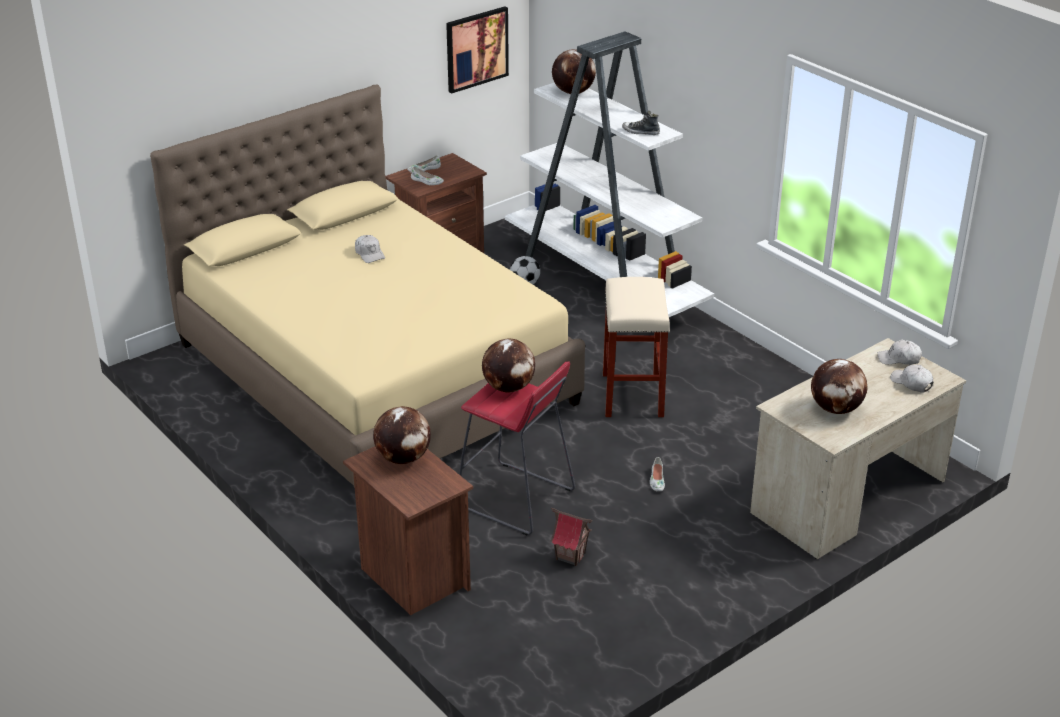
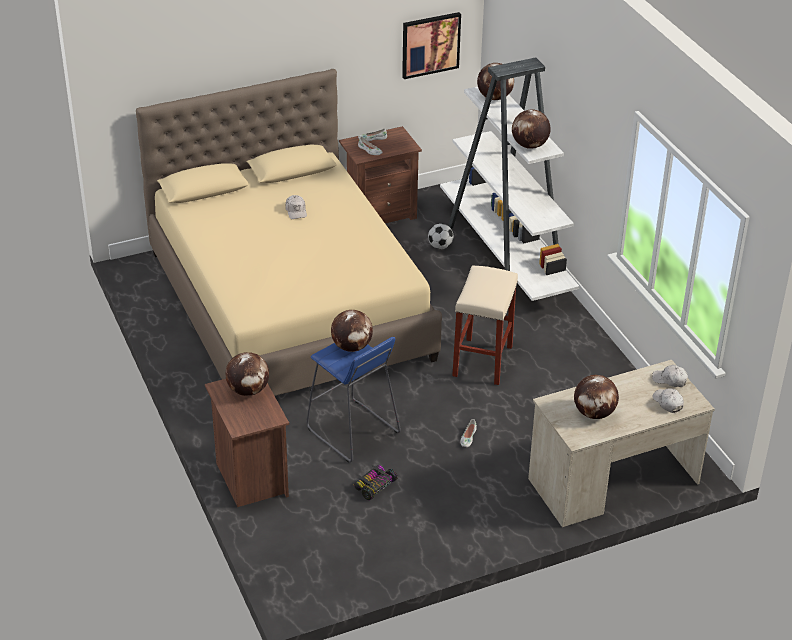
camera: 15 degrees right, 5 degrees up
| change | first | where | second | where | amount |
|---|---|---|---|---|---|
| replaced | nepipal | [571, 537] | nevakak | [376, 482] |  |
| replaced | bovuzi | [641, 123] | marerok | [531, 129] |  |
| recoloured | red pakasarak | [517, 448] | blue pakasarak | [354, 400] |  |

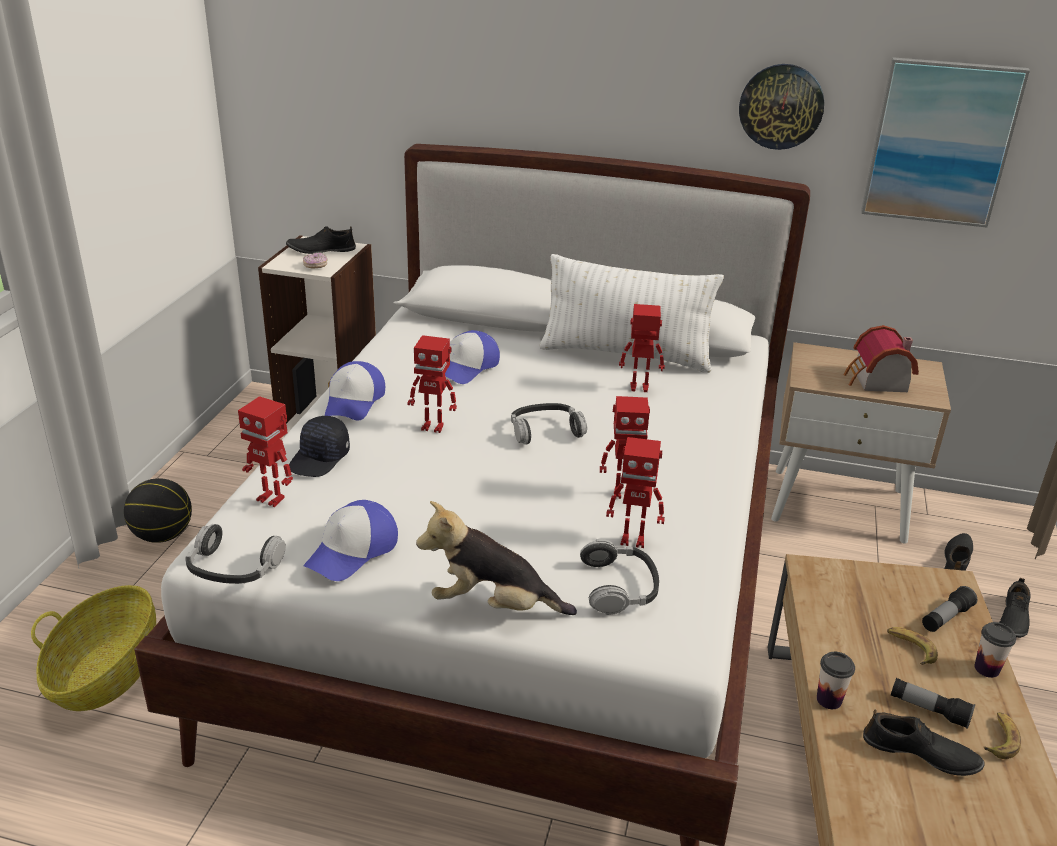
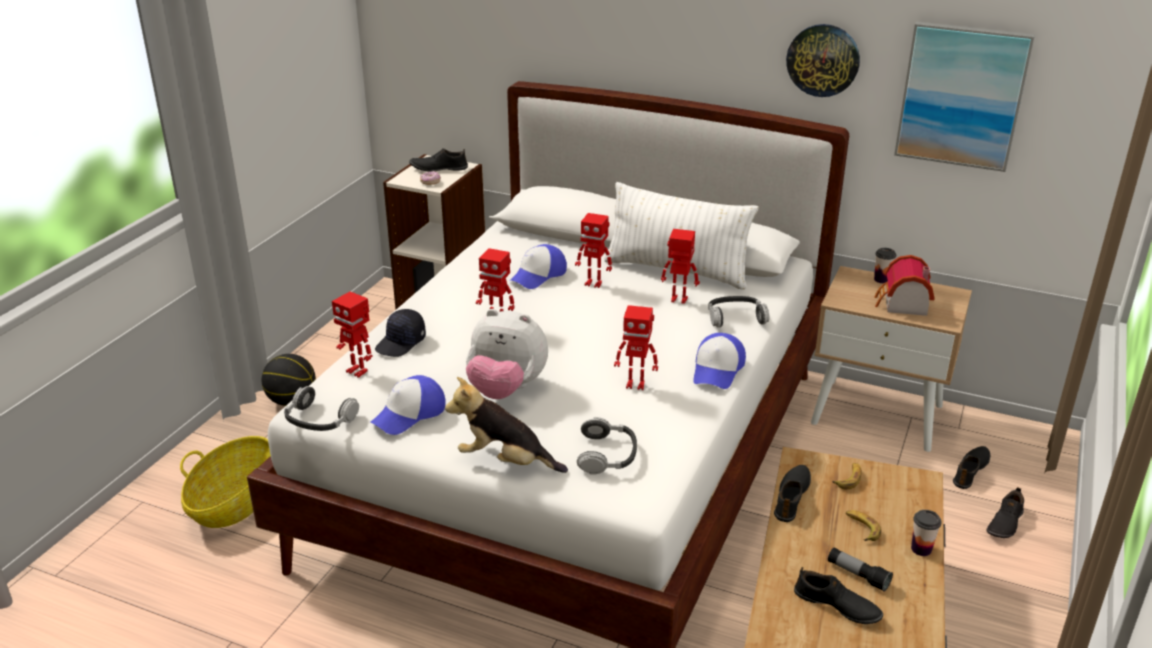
camera: 10 degrees right, 0 degrees up
| change | first | where | second | where | amount |
|---|---|---|---|---|---|
| removed | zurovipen | [949, 609] |  |  |  |
| added |  |  | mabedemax | [507, 354] |  |
| added |  |  | black bovuzi | [792, 493] |  |
| moved | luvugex | [355, 391] |  | [719, 361] |  |
| moved | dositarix | [549, 424] |  | [739, 312] |  |
| moved | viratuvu | [635, 492] |  | [593, 250] |  |
| moved | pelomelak | [836, 680] |  | [885, 265] |  |
| moved | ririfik | [1002, 735] |  | [847, 476] |  |

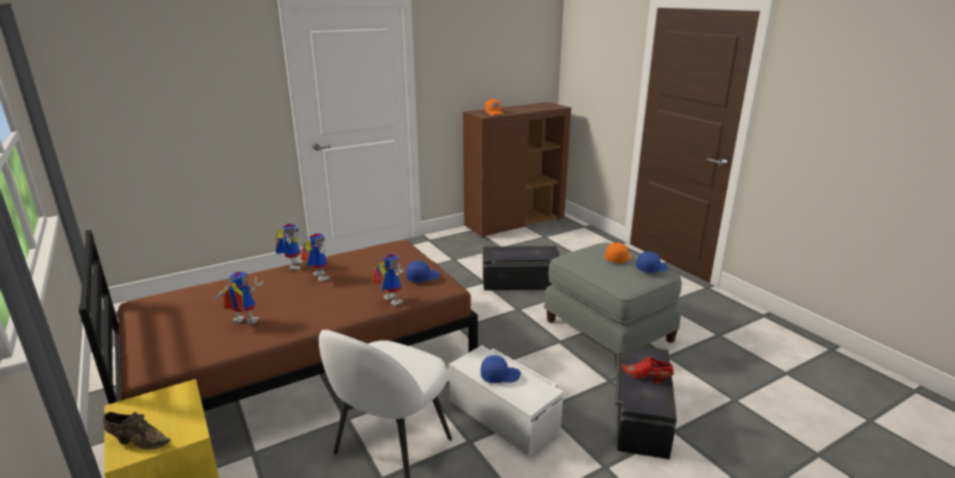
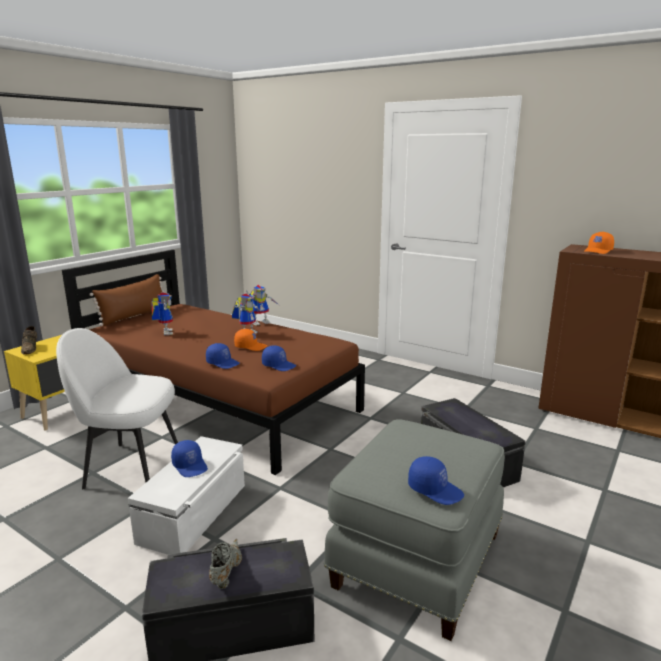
camera: 65 degrees right, 5 degrees down
| change | first | where | second | where | amount |
|---|---|---|---|---|---|
| added |  |  | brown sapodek | [126, 300] |  |
| moved | orange luvugex | [618, 253] |  | [250, 340] |  |
| replaced | viratuvu | [388, 279] | blue luvugex | [223, 356] |  |
| recoloured | red bovuzi | [647, 370] | grey bovuzi | [225, 564] |  |

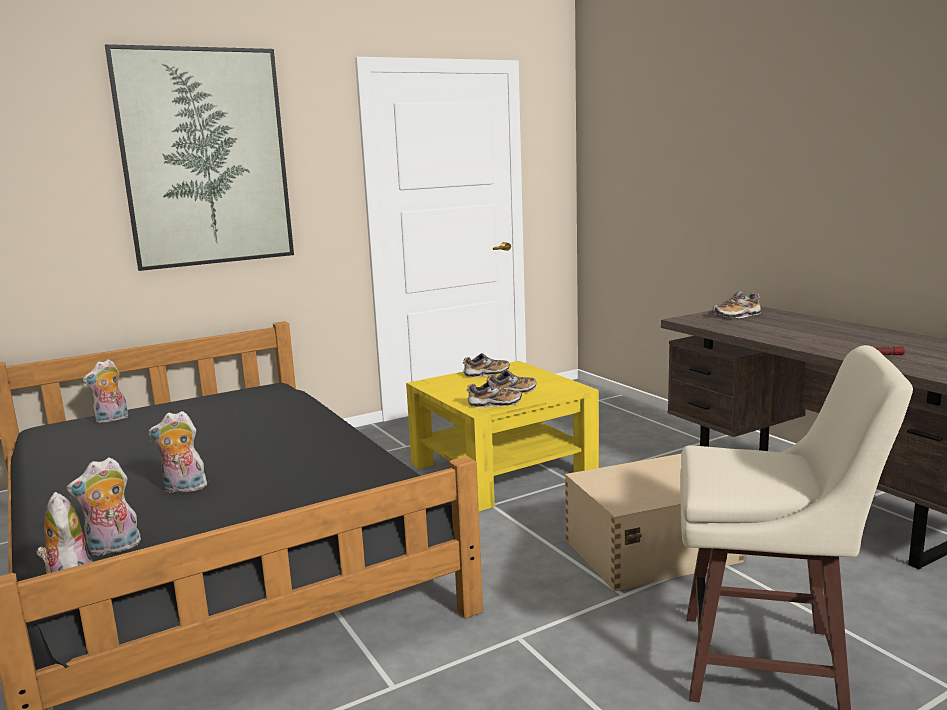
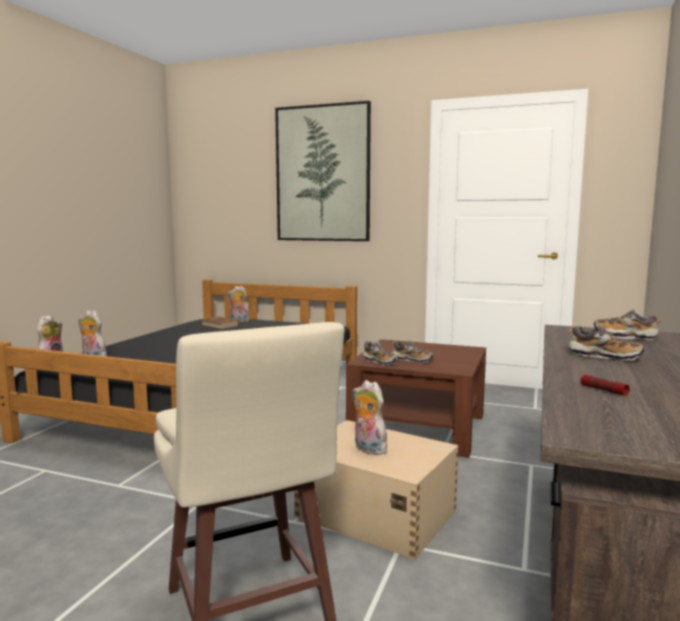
camera: 50 degrees right, 5 degrees down
| change | first | where | second | where | amount |
|---|---|---|---|---|---|
| added |  |  | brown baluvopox | [220, 322] |  |
| moved | mabedemax | [177, 452] |  | [369, 417] |  |
| moved | bovuzi | [486, 365] |  | [606, 342] |  |
| recoloured | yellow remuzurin | [502, 436] | brown remuzurin | [416, 398] |  |

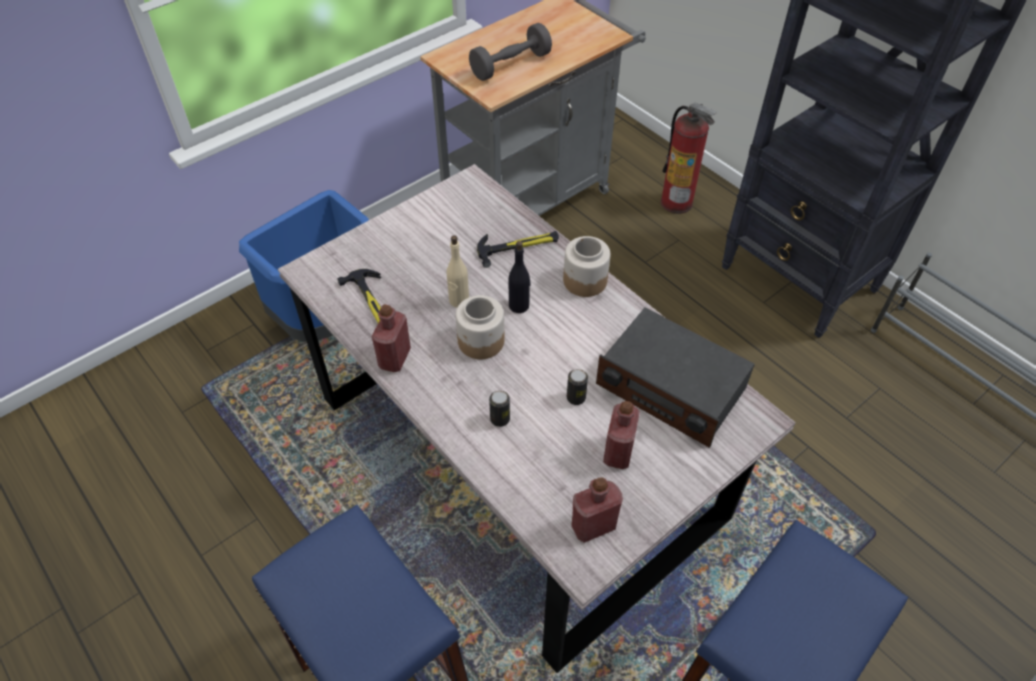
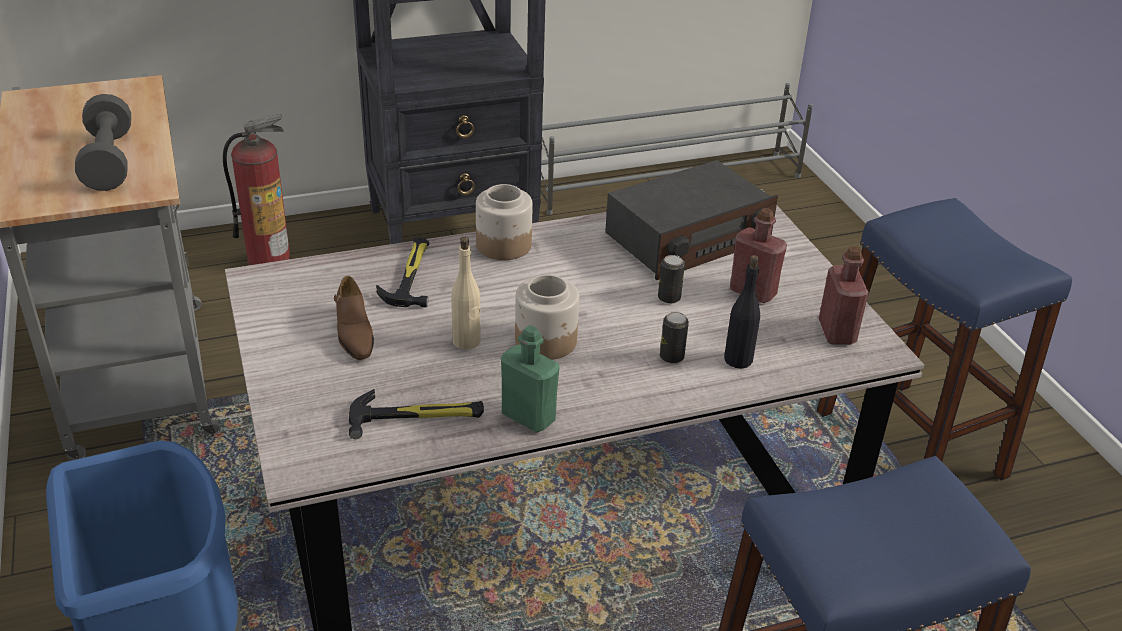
camera: 70 degrees left, 15 degrees down
| change | first | where | second | where | amount |
|---|---|---|---|---|---|
| added |  |  | brown bovuzi | [354, 318] |  |
| moved | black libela | [520, 277] |  | [742, 311] |  |
| recoloured | red libela | [391, 338] | green libela | [530, 378] |  |

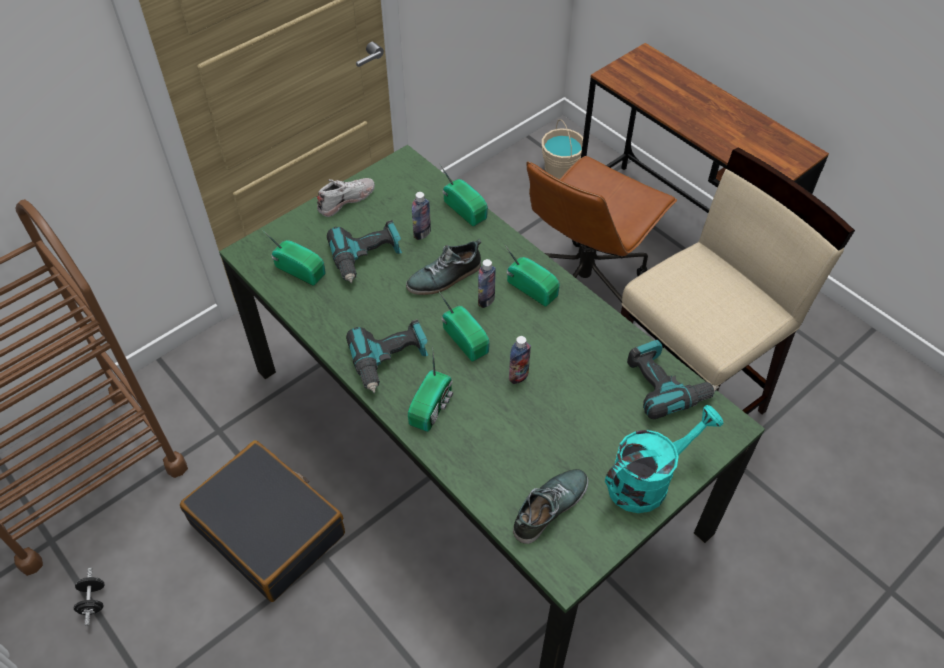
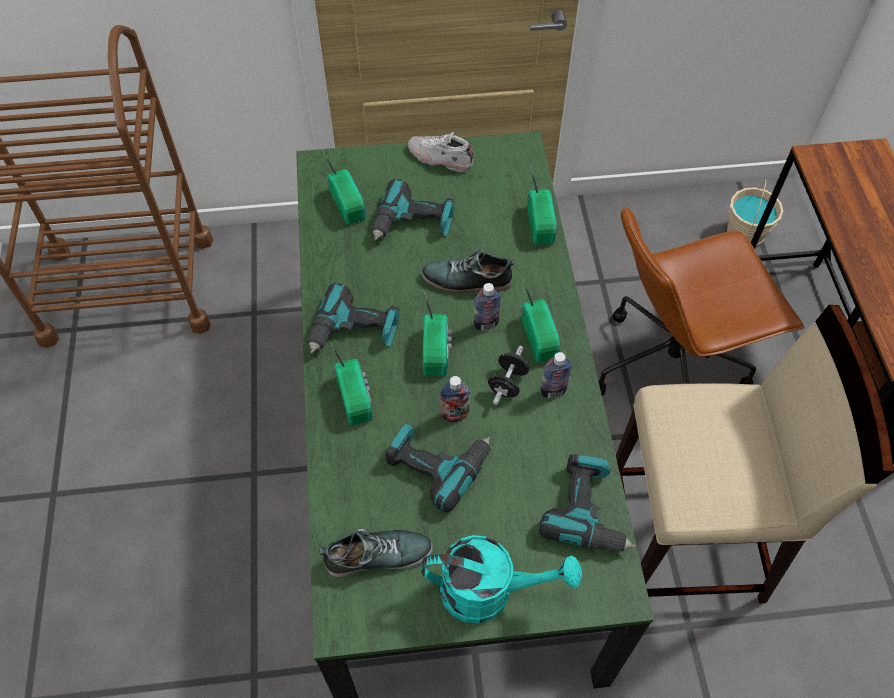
camera: 35 degrees right, 5 degrees up
| change | first | where | second | where | amount |
|---|---|---|---|---|---|
| removed | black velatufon | [262, 521] |  |  |  |
| added |  |  | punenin | [438, 468] |  |
| moved | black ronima | [89, 597] |  | [509, 375] |  |
| moved | libela | [421, 216] |  | [556, 375] |  |
| turned | white bovuzi | [345, 197] |  | [440, 151] | 150 degrees counterclockwise |
| turned | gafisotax | [430, 389] |  | [351, 382] | 75 degrees counterclockwise |

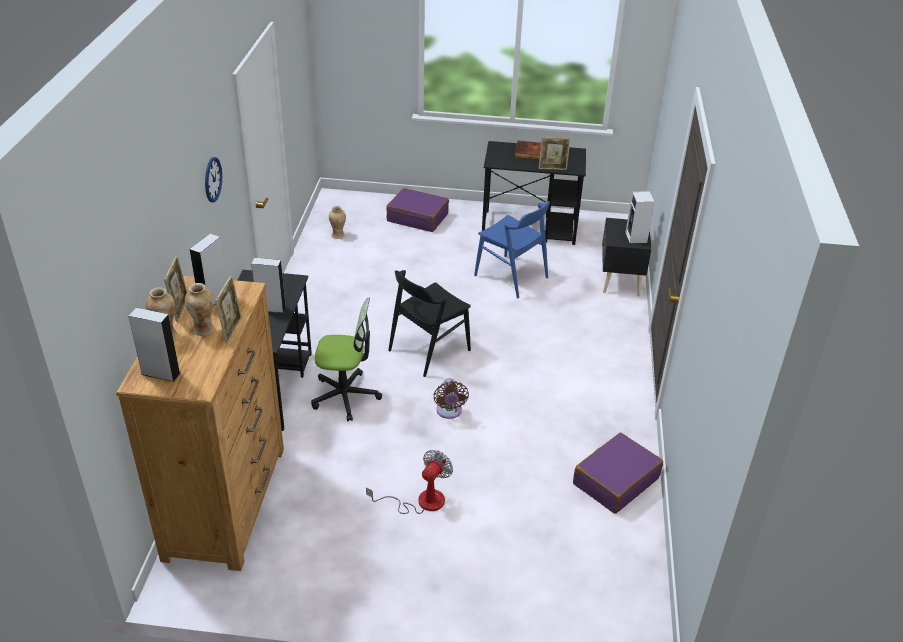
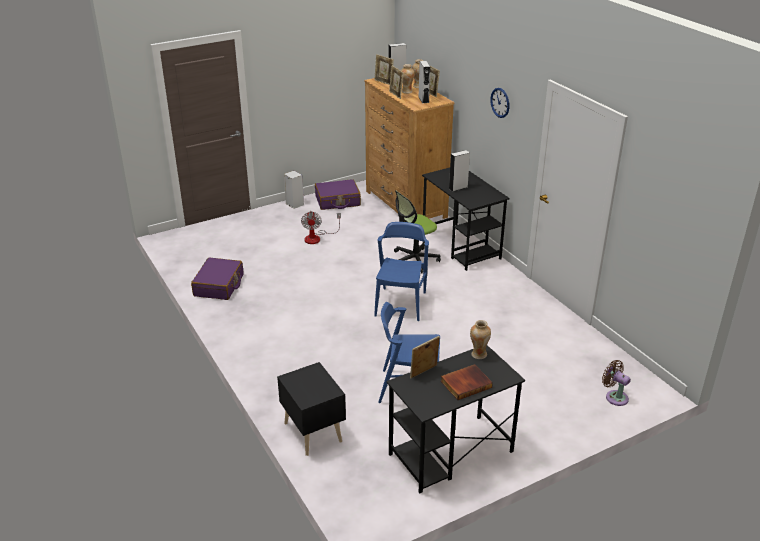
camera: 145 degrees right, 5 degrees down
| change | first | where | second | where | amount |
|---|---|---|---|---|---|
| added |  |  | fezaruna | [384, 69] |  |
| moved | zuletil | [337, 222] |  | [480, 339] |  |
| moved | purple velatufon | [417, 210] |  | [338, 194] |  |
| moved | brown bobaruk | [451, 398] |  | [616, 383] |  |
| moved | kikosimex | [640, 217] |  | [294, 190] |  |
| recoloured | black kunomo | [429, 323] | blue kunomo | [401, 271] |  |

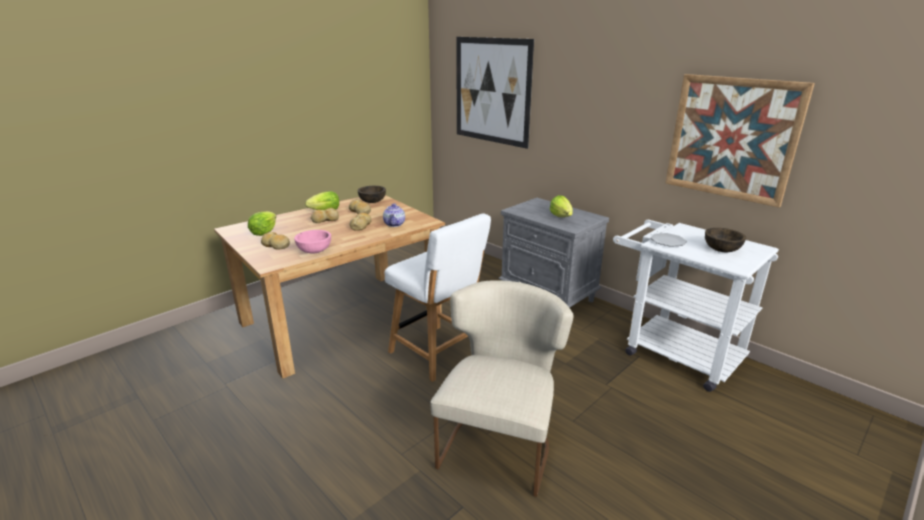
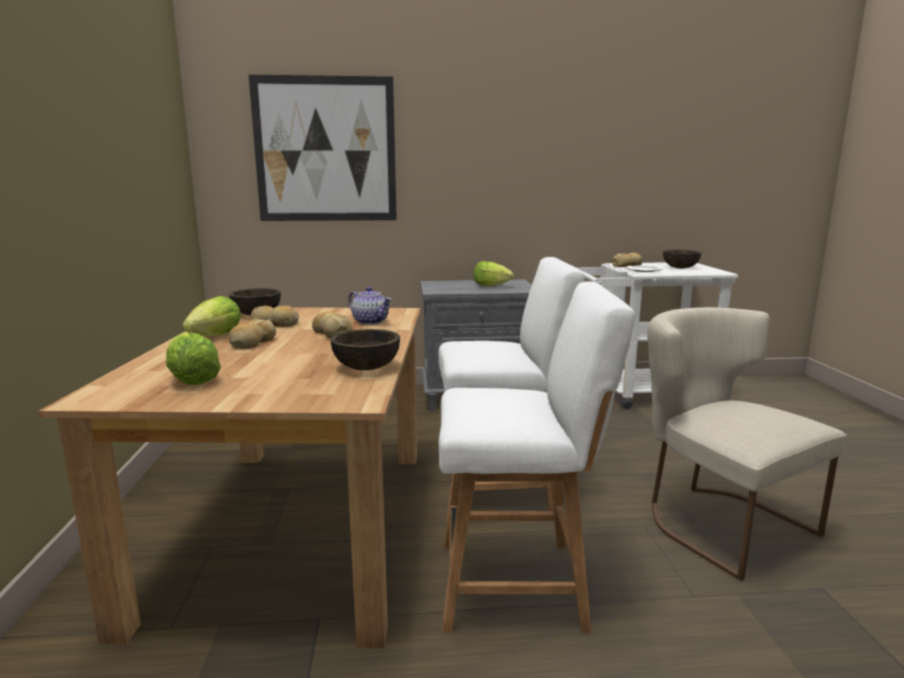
camera: 50 degrees left, 10 degrees down
| change | first | where | second | where | amount |
|---|---|---|---|---|---|
| removed | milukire | [740, 141] |  |  |  |
| added |  |  | white kunomo | [537, 457] |  |
| moved | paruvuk | [275, 241] |  | [627, 260] |  |
| recoloured | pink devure | [312, 242] | brown devure | [365, 349] |  |

